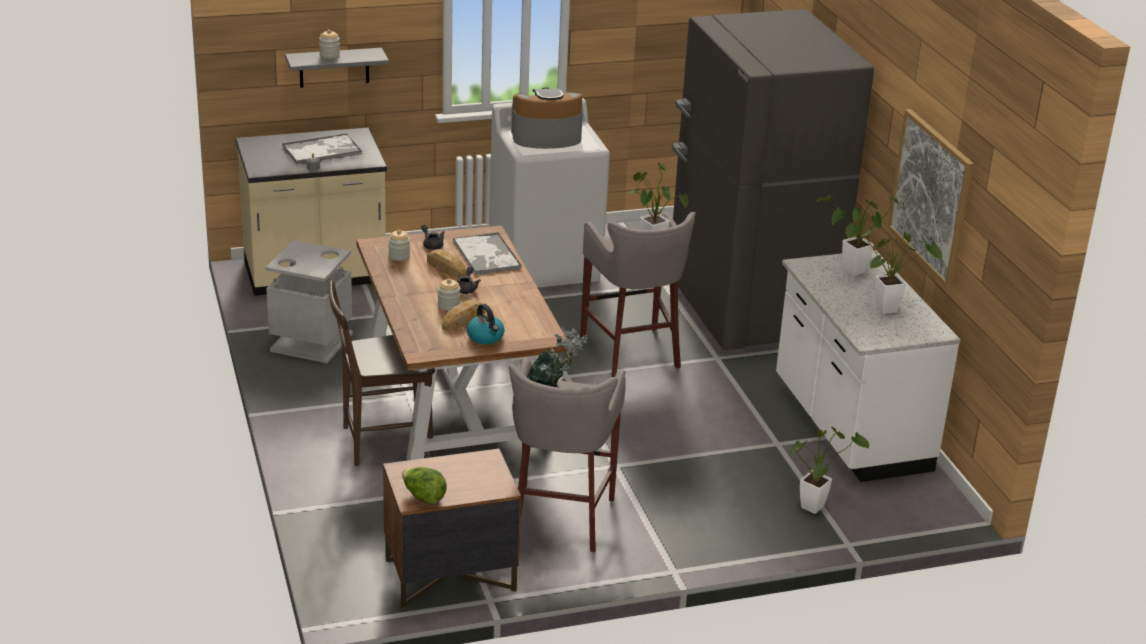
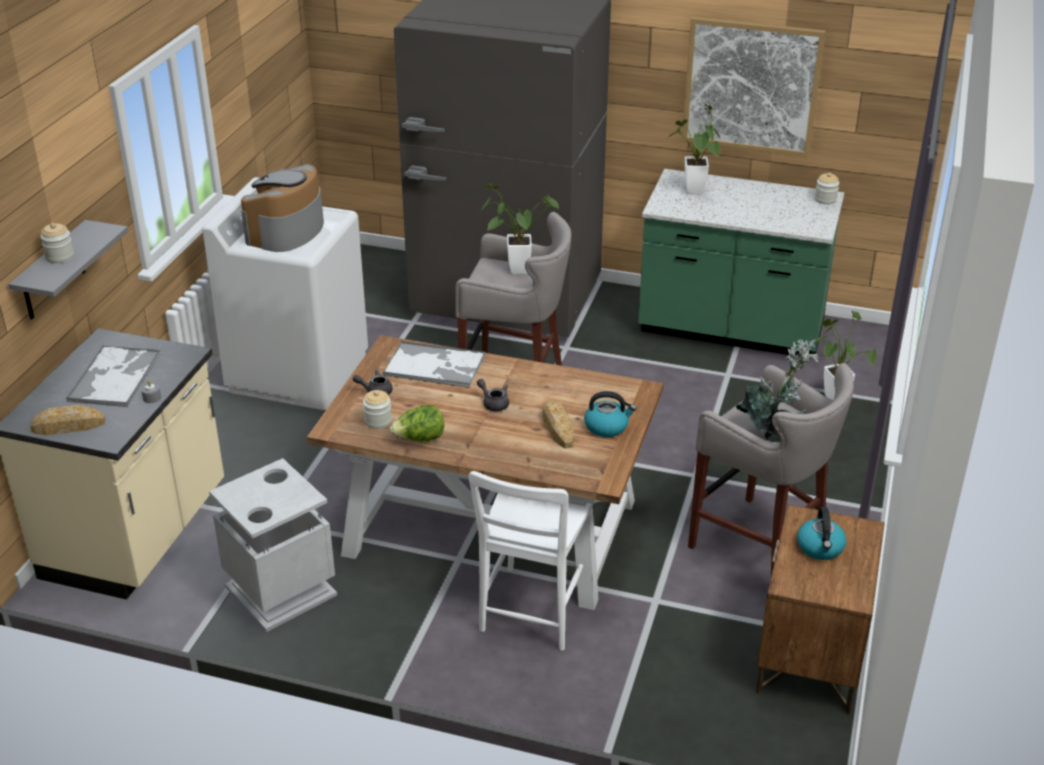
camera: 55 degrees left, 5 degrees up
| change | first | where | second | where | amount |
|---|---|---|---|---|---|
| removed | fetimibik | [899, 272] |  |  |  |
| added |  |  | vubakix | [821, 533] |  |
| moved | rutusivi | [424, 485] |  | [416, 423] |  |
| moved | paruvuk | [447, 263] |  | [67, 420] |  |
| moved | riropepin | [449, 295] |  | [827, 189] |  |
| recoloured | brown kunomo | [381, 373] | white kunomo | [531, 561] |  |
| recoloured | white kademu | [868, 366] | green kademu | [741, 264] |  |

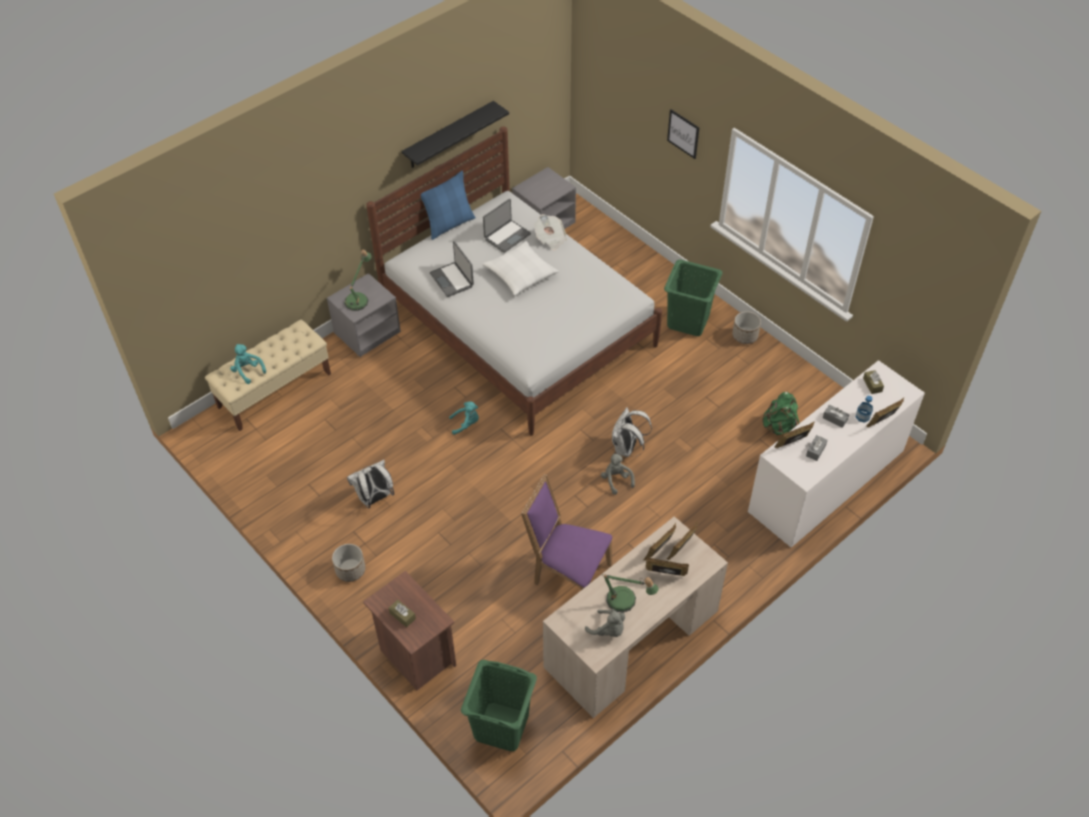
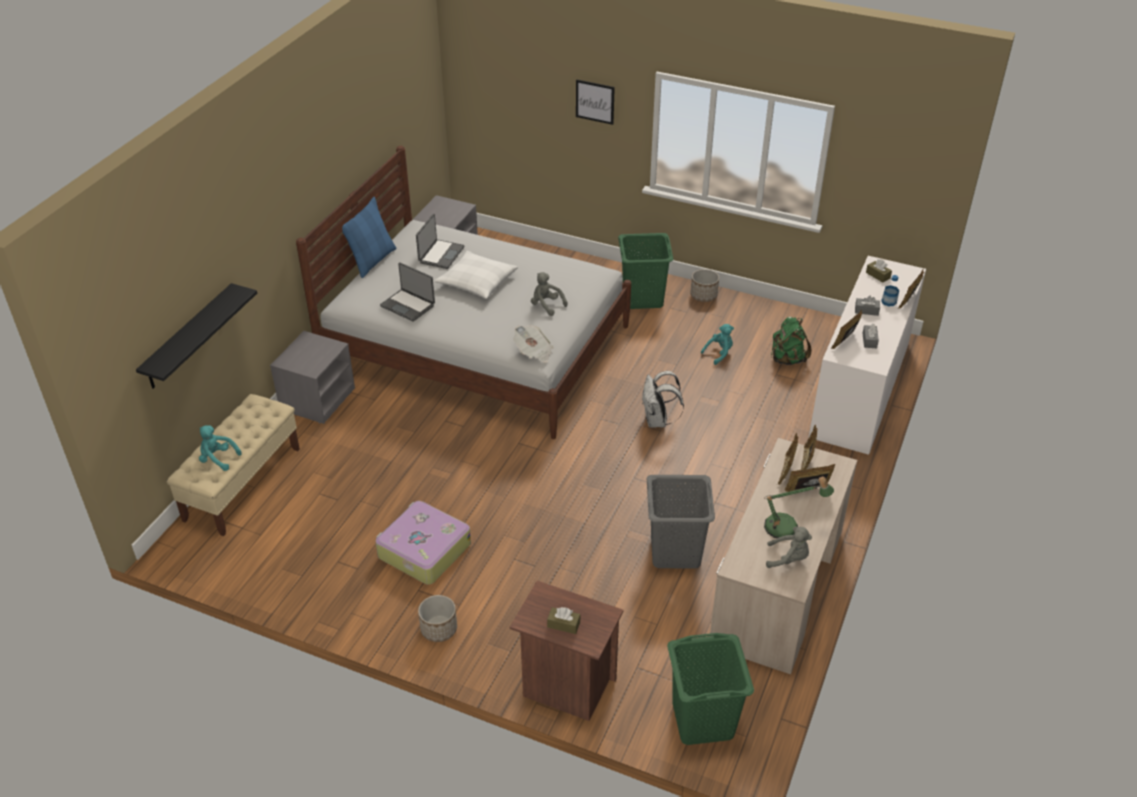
camera: 25 degrees left, 10 degrees down
| change | first | where | second | where | amount |
|---|---|---|---|---|---|
| removed | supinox | [358, 280] |  |  |  |
| moved | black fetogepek | [455, 134] |  | [196, 336] |  |
| moved | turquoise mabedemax | [464, 418] |  | [717, 344] |  |
| moved | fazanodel | [550, 232] |  | [533, 344] |  |
| moved | grey mabedemax | [618, 474] |  | [549, 294] |  |
| replaced | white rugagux | [370, 484] | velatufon | [423, 543] |  |
| replaced | purple kunomo | [566, 532] | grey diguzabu | [681, 522] |  |

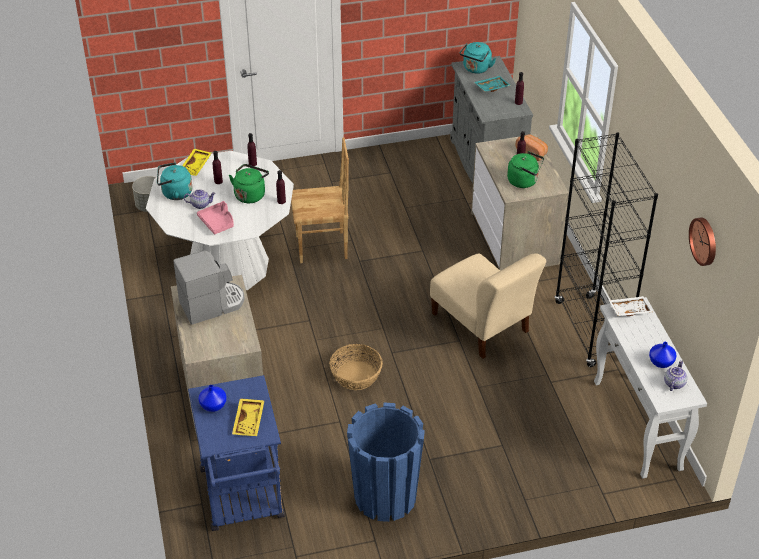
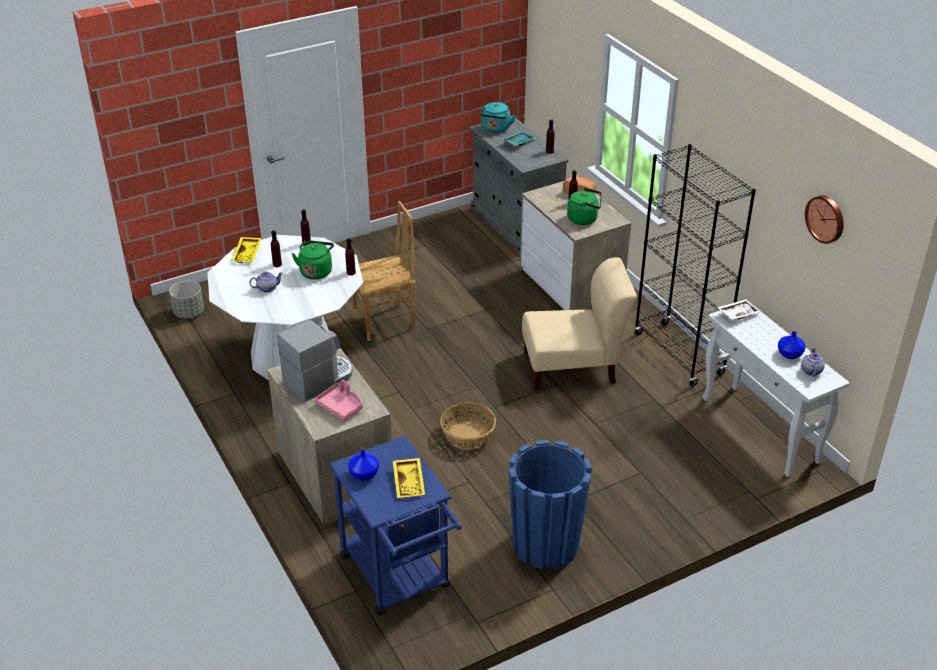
camera: 15 degrees left, 5 degrees down
| change | first | where | second | where | amount |
|---|---|---|---|---|---|
| removed | turquoise vubakix | [174, 181] |  |  |  |
| moved | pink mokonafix | [215, 217] |  | [338, 400] |  |
| turned | beige kunomo | [488, 306] |  | [579, 323] | 45 degrees counterclockwise |

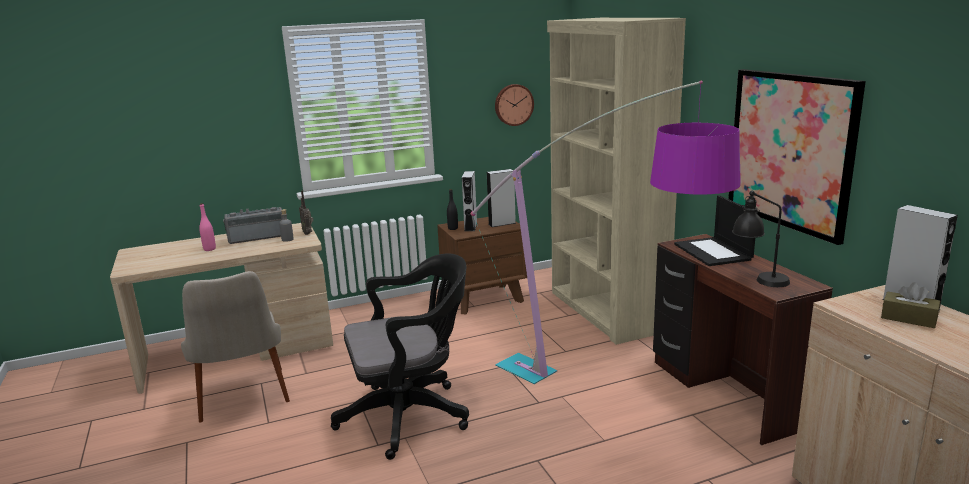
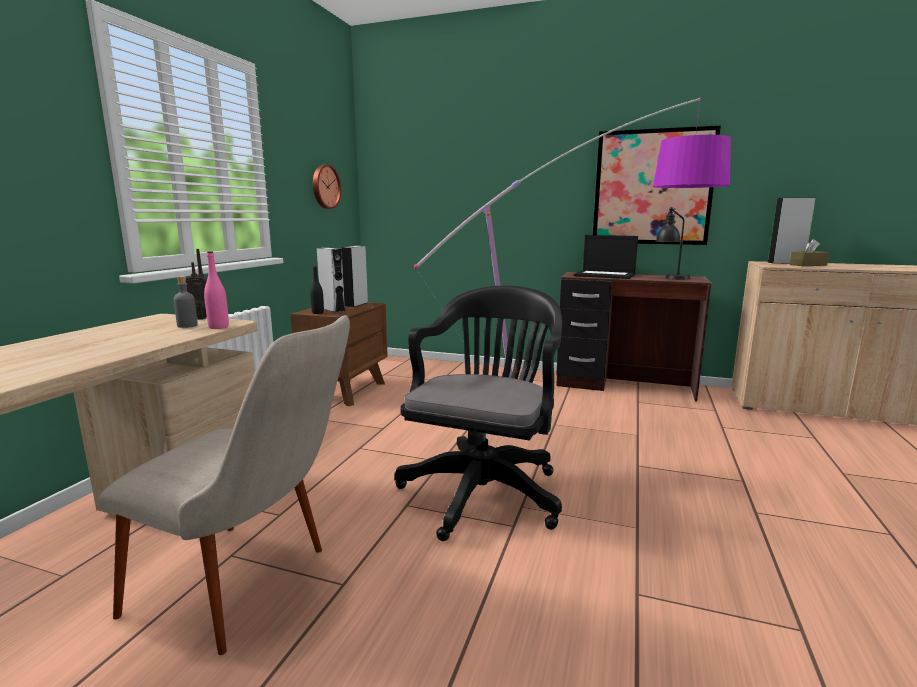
camera: 50 degrees left, 5 degrees down
| change | first | where | second | where | amount |
|---|---|---|---|---|---|
| removed | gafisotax | [253, 225] |  |  |  |
| removed | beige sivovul | [616, 181] |  |  |  |
| moved | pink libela | [207, 227] |  | [216, 290] |  |

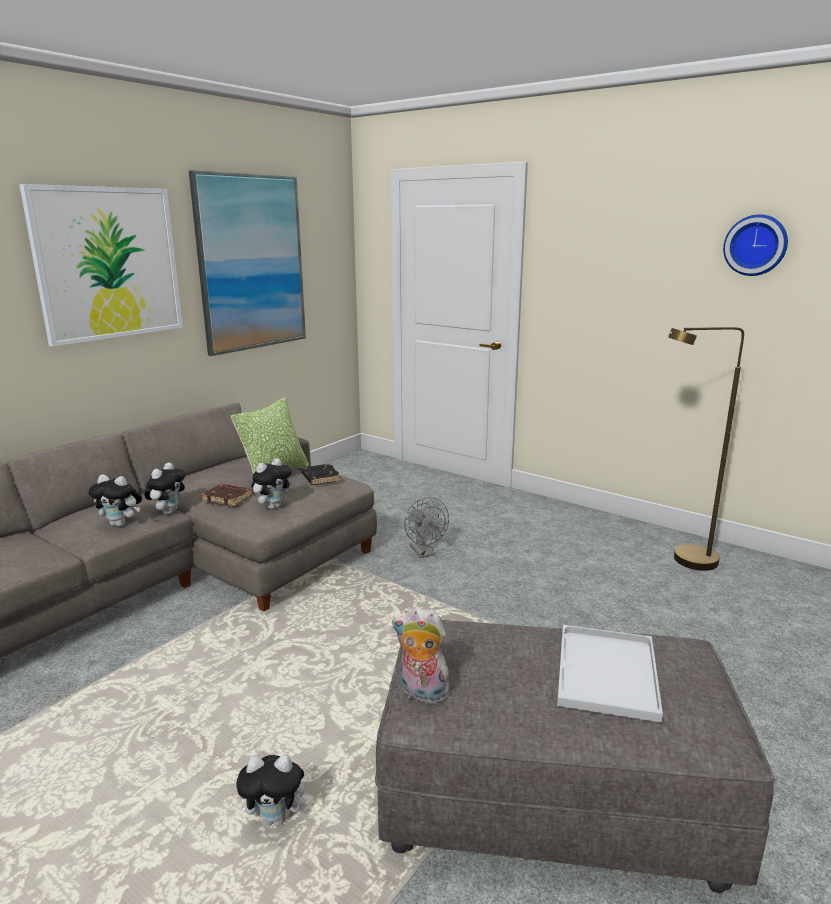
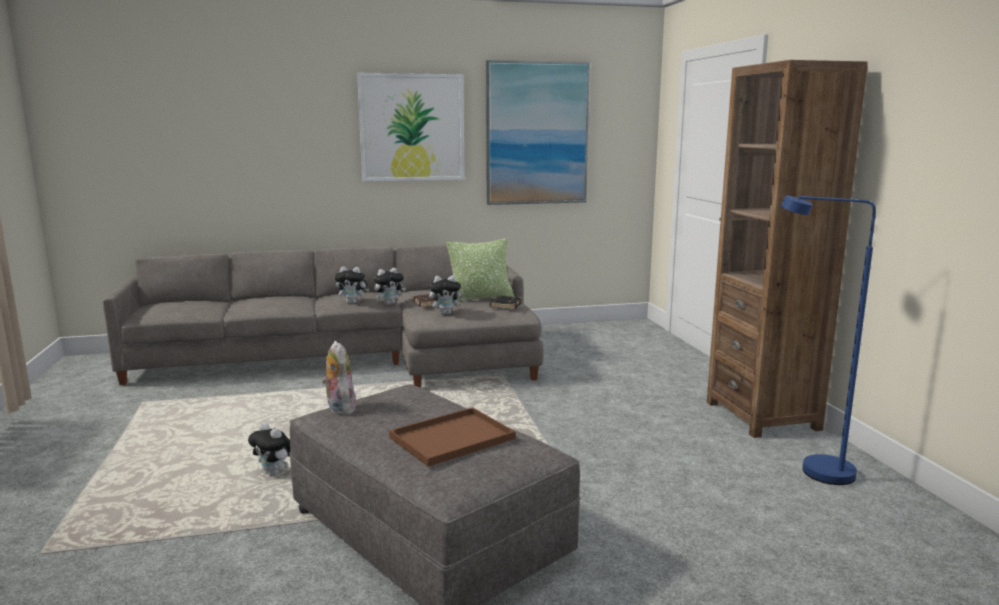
camera: 40 degrees right, 5 degrees down
| change | first | where | second | where | amount |
|---|---|---|---|---|---|
| removed | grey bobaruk | [427, 527] |  |  |  |
| removed | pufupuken | [755, 245] |  |  |  |
| added |  |  | brown sivovul | [787, 249] |  |
| recoloured | white mokonafix | [610, 674] | brown mokonafix | [452, 437] |  |
| recoloured | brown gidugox | [706, 449] | blue gidugox | [828, 340] |  |
| turned | mabedemax | [115, 500] |  | [352, 285] | 45 degrees counterclockwise |

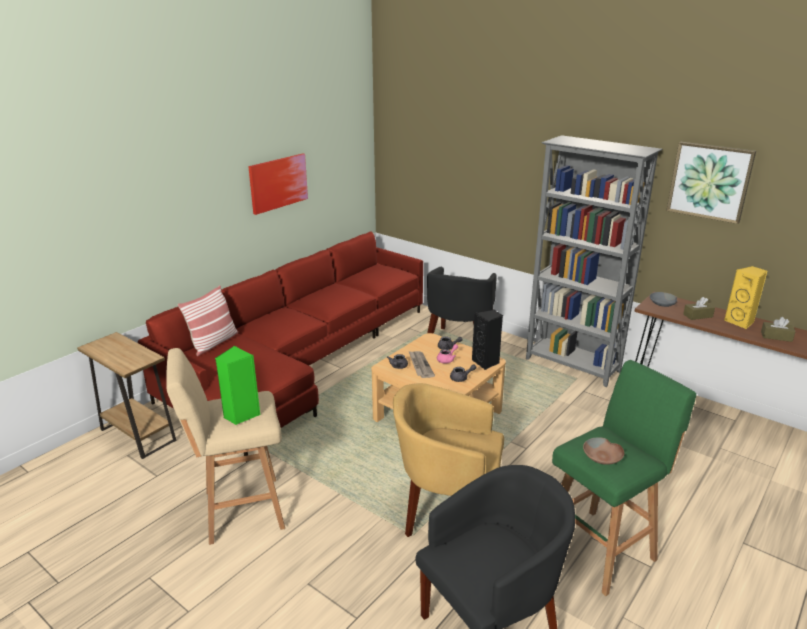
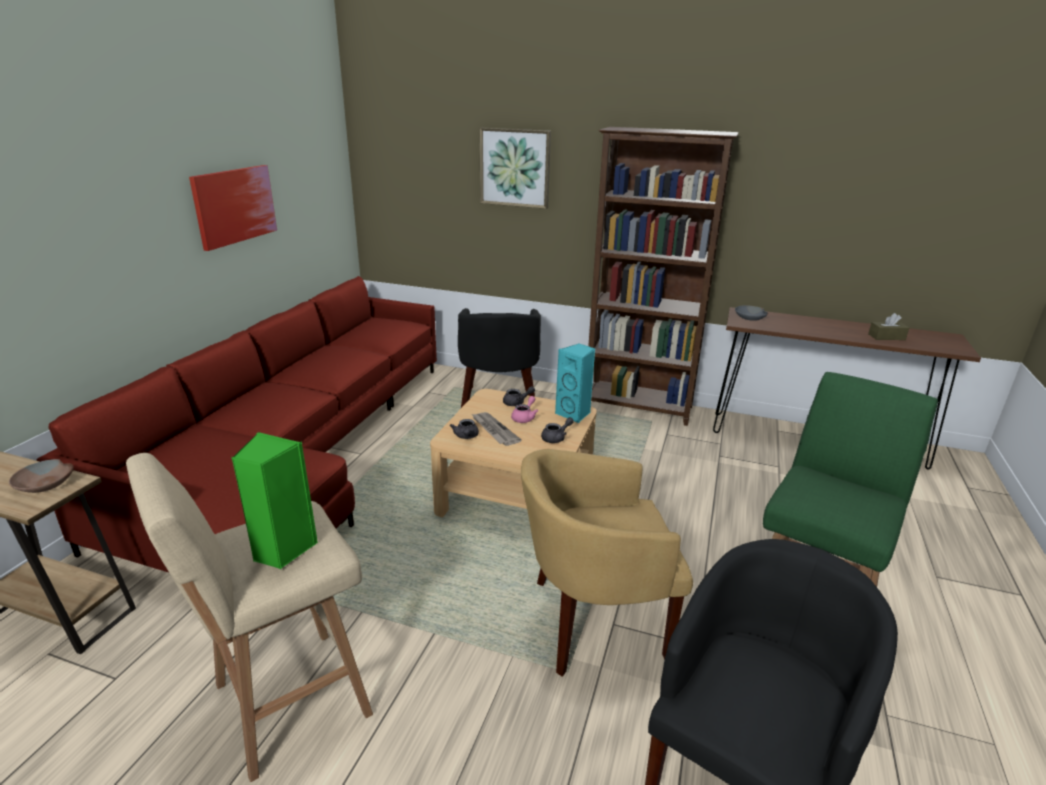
camera: 20 degrees left, 0 degrees up
| change | first | where | second | where | amount |
|---|---|---|---|---|---|
| removed | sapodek | [208, 320] |  |  |  |
| removed | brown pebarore | [699, 308] |  |  |  |
| removed | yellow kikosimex | [745, 297] |  |  |  |
| moved | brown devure | [603, 451] |  | [41, 476] |  |
| moved | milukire | [711, 183] |  | [515, 168] |  |
| recoloured | black kikosimex | [487, 340] | turquoise kikosimex | [575, 383] |  |
| recoloured | grey sivovul | [594, 261] | brown sivovul | [663, 276] |  |

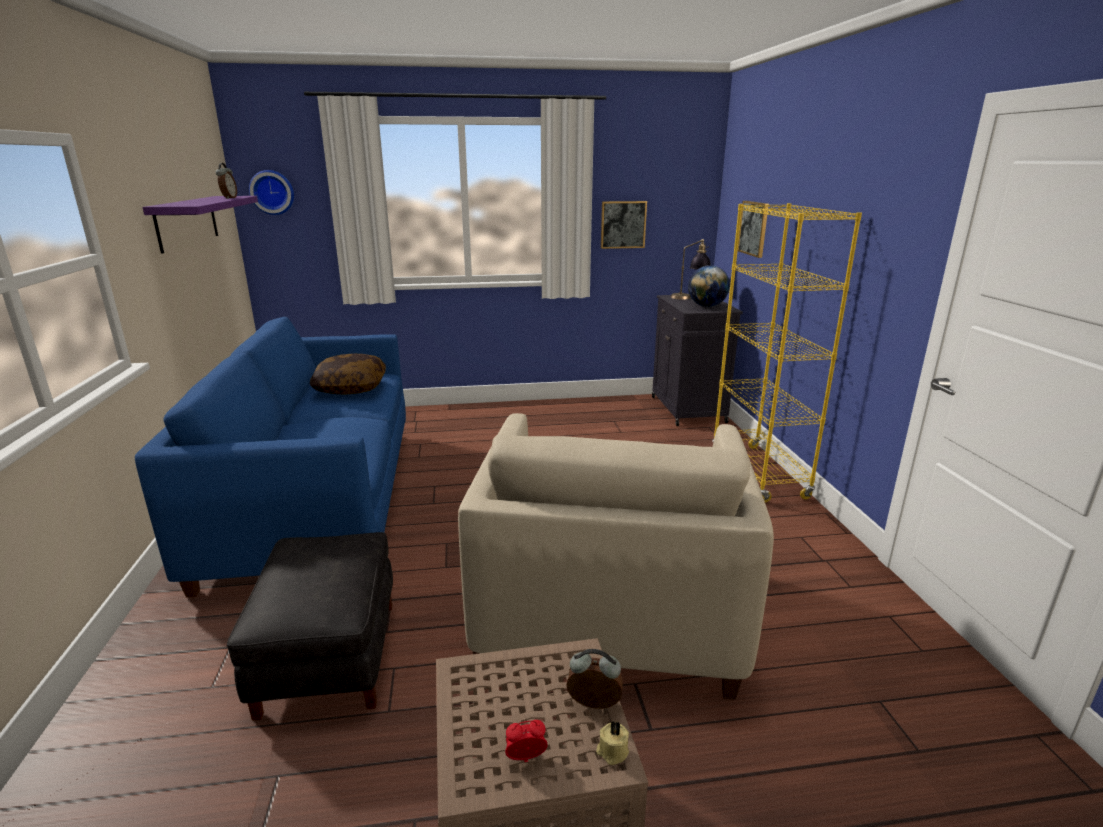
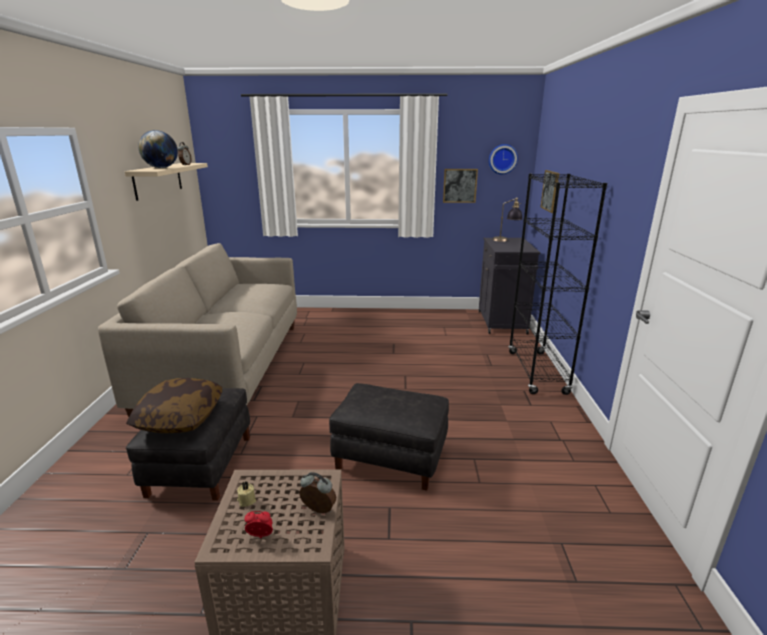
camera: 10 degrees right, 0 degrees up
| change | first | where | second | where | amount |
|---|---|---|---|---|---|
| moved | pufupuken | [271, 192] |  | [503, 159] |  |
| moved | sapodek | [348, 374] |  | [174, 405] |  |
| moved | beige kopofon | [612, 743] |  | [246, 494] |  |
| moved | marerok | [709, 286] |  | [158, 149] |  |
| replaced | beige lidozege | [616, 556] | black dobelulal | [389, 437] |  |
| recoloured | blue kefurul | [270, 457] | beige kefurul | [197, 330] |  |
| recoloured | purple fetogepek | [200, 225] | beige fetogepek | [166, 182] |  |
| recoloured | yellow sivovul | [787, 352] | black sivovul | [557, 284] |  |

